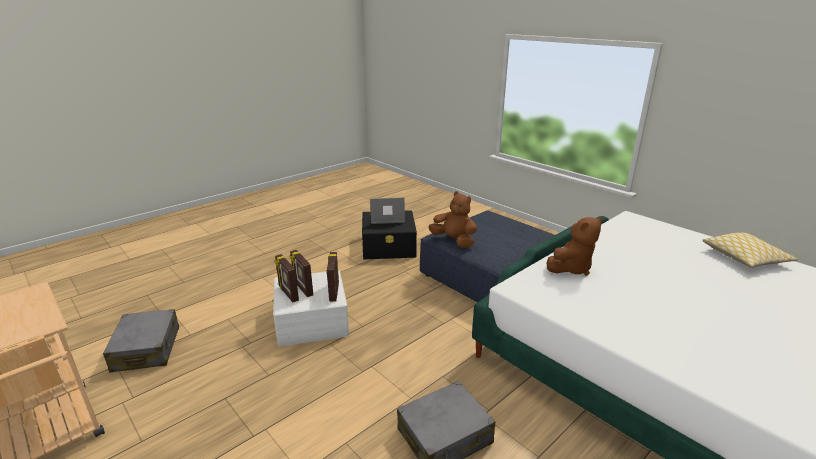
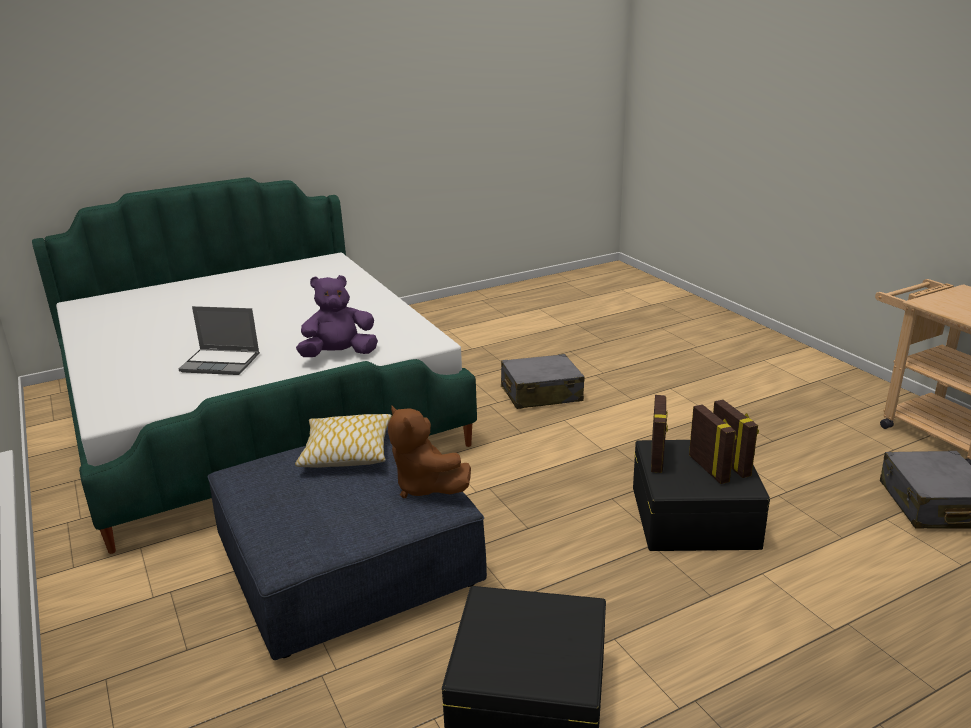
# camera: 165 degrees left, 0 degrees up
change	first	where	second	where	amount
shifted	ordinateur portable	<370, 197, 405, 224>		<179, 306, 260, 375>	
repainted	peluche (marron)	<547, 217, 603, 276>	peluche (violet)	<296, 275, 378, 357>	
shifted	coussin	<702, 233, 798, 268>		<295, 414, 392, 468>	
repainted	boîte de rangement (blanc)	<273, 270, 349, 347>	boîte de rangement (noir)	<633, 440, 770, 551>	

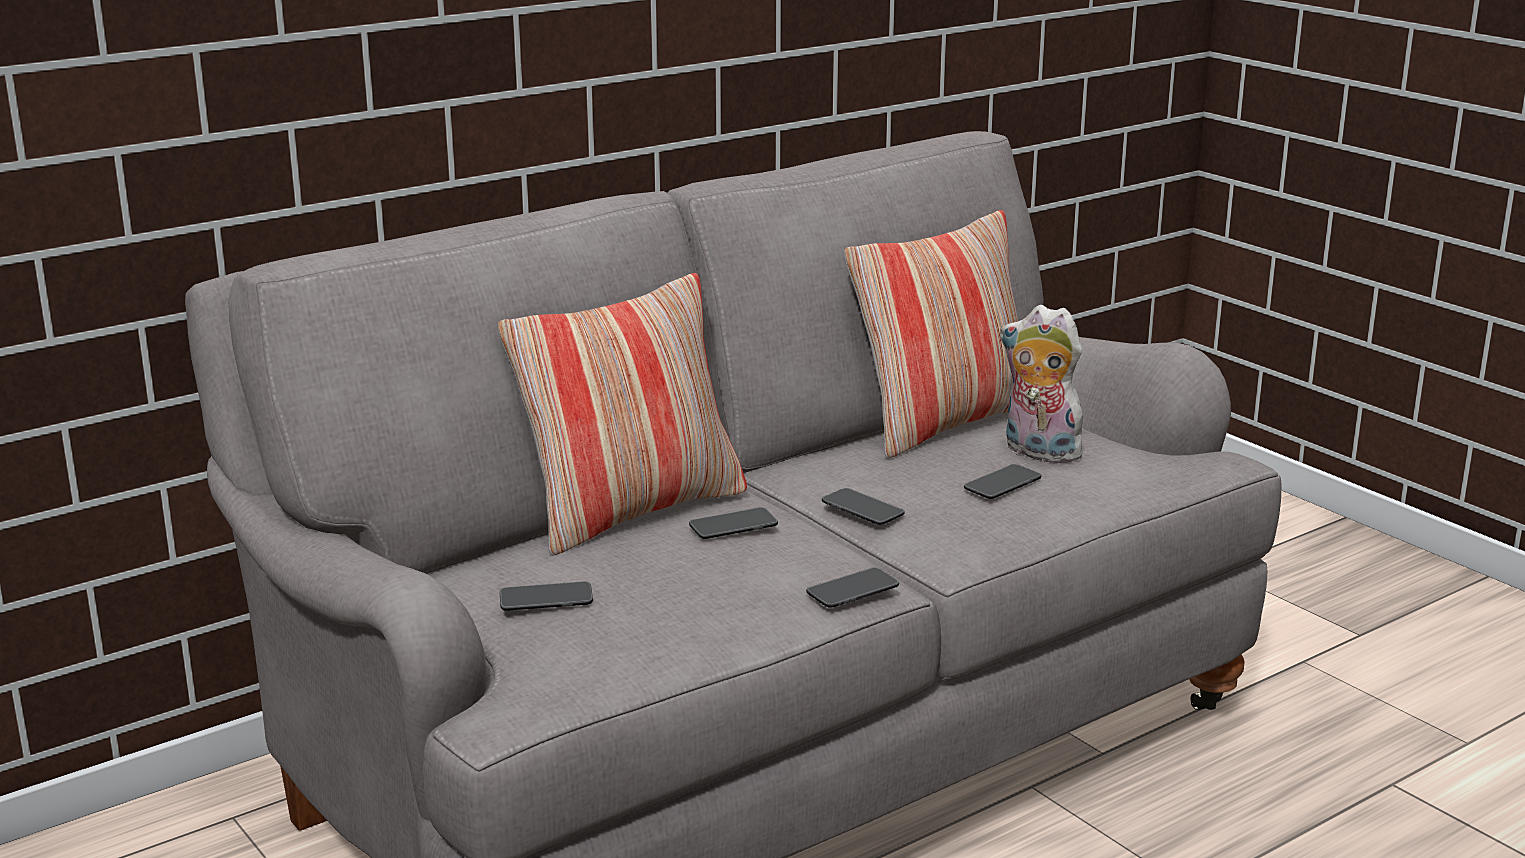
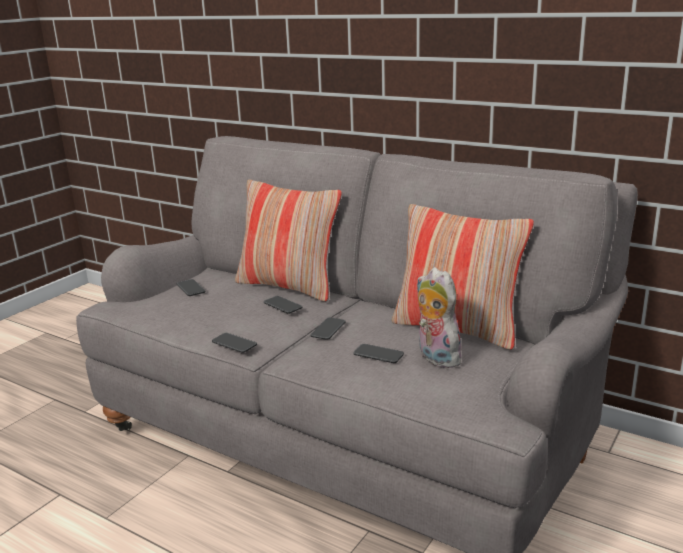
# camera: 70 degrees right, 0 degrees up
change	first	where	second	where	amount
rotated	peluche	<1000, 305, 1089, 463>		<417, 267, 461, 368>	45 degrees counterclockwise

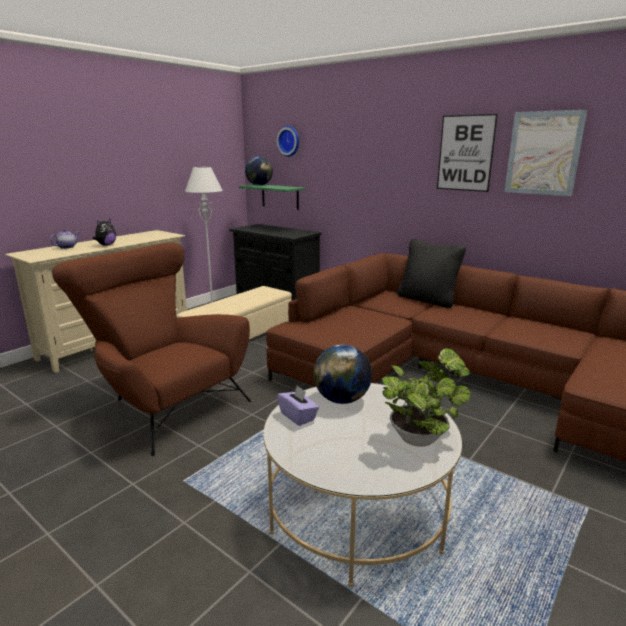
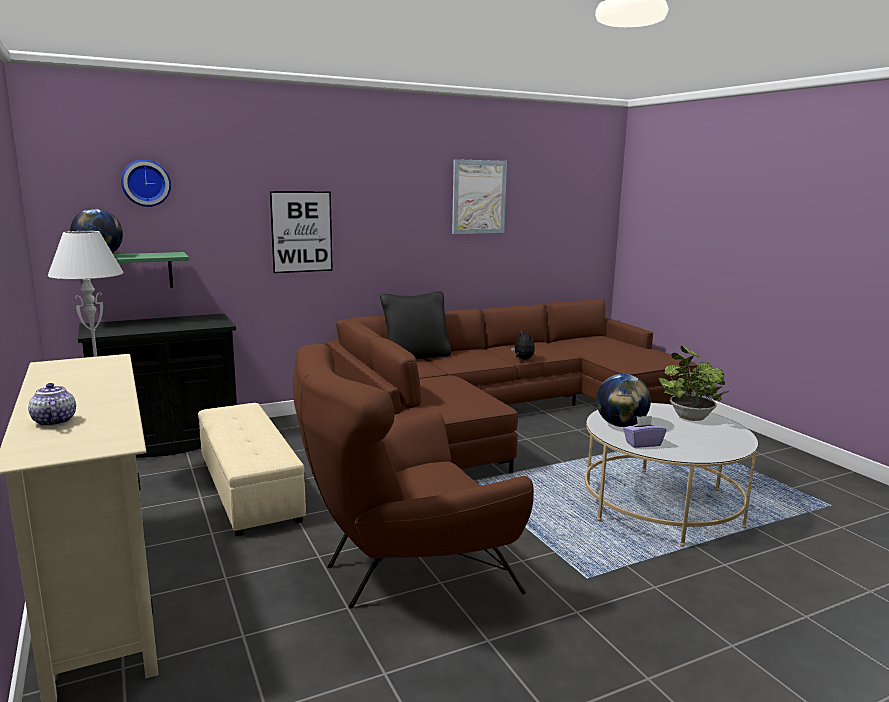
# camera: 65 degrees left, 5 degrees down
change	first	where	second	where	amount
shifted	tableau	<437, 114, 498, 192>		<270, 191, 333, 273>	
shifted	peluche	<93, 218, 116, 246>		<511, 330, 535, 360>	

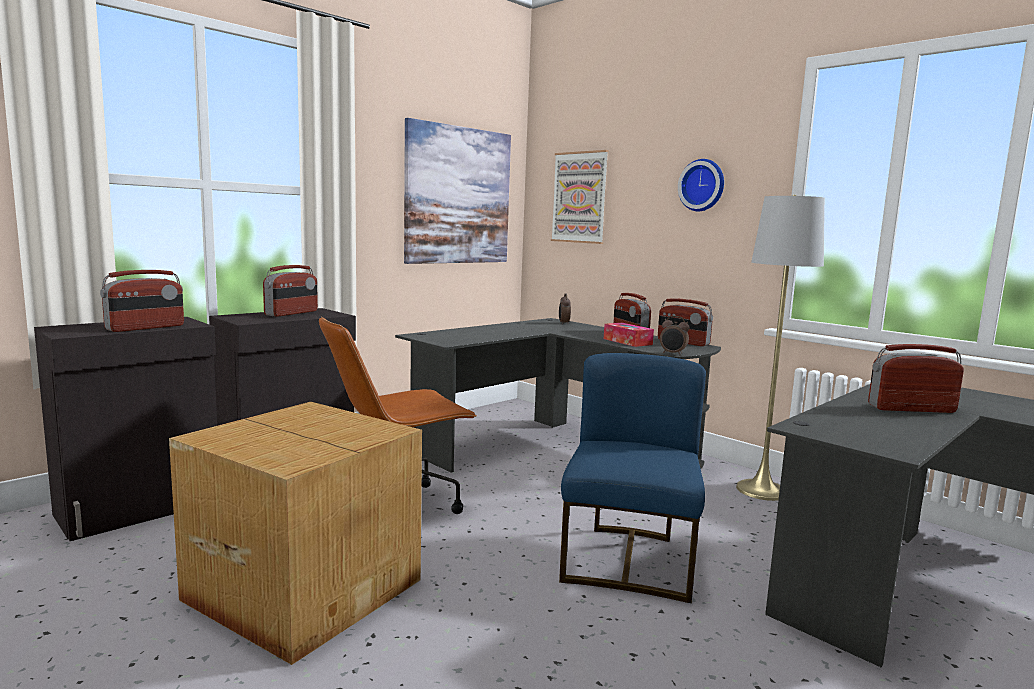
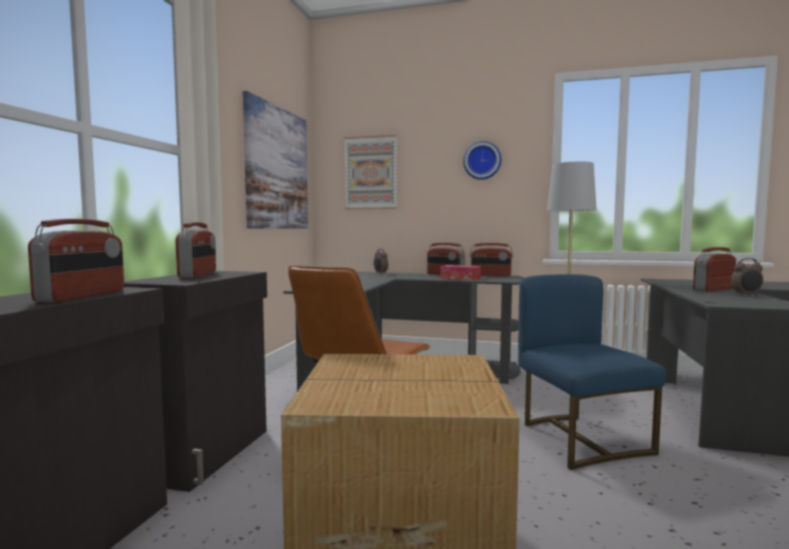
# camera: 30 degrees left, 5 degrees down
change	first	where	second	where	amount
shifted	réveil	<660, 316, 690, 355>		<731, 258, 763, 296>	

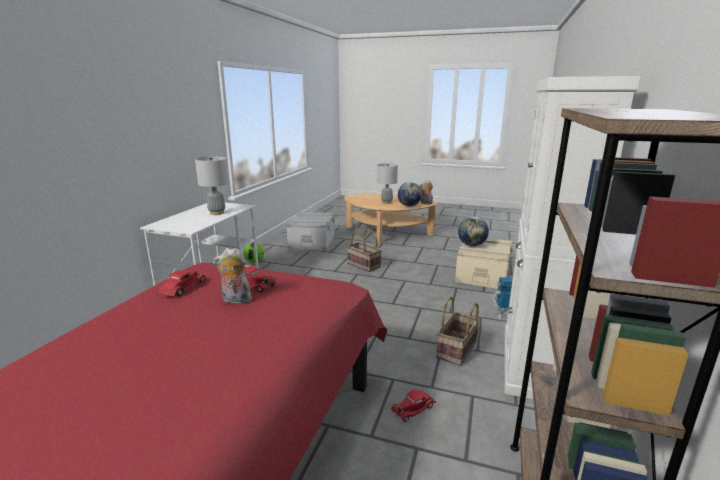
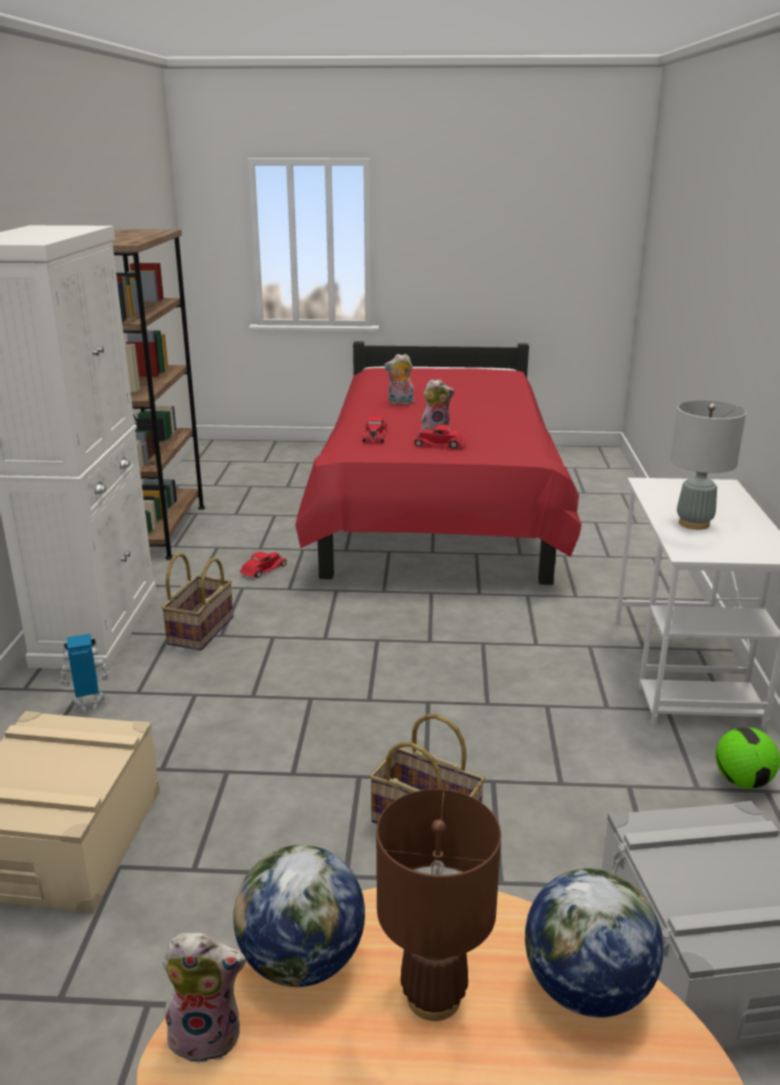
# camera: 165 degrees right, 5 degrees up
change	first	where	second	where	amount
repainted	lampe de table (gris)	<377, 163, 398, 204>	lampe de table (marron)	<376, 789, 501, 1021>	
shifted	globe	<458, 216, 489, 246>		<525, 868, 664, 1017>	
shifted	petite voiture (rouge)	<158, 270, 206, 296>		<362, 416, 387, 442>	
new			peluche	<384, 354, 414, 405>	

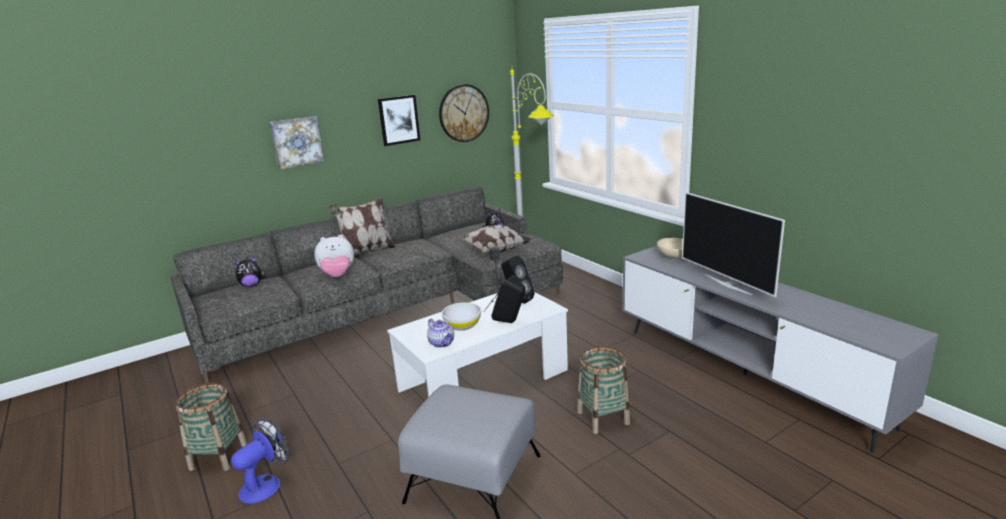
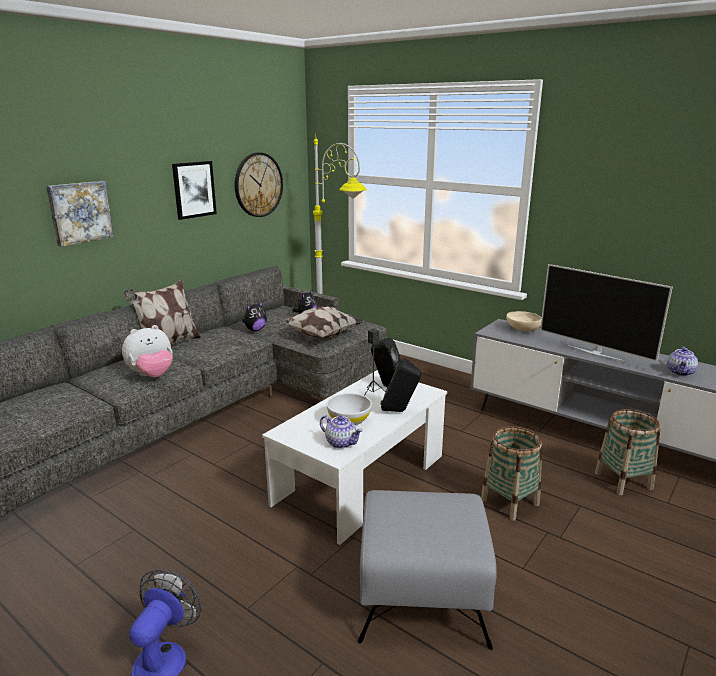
# camera: 20 degrees left, 0 degrees up
change	first	where	second	where	amount
shifted	peluche	<236, 256, 264, 287>		<242, 302, 267, 331>	
shifted	panier	<176, 383, 247, 471>		<595, 409, 660, 495>	
new			théière	<667, 347, 698, 376>	

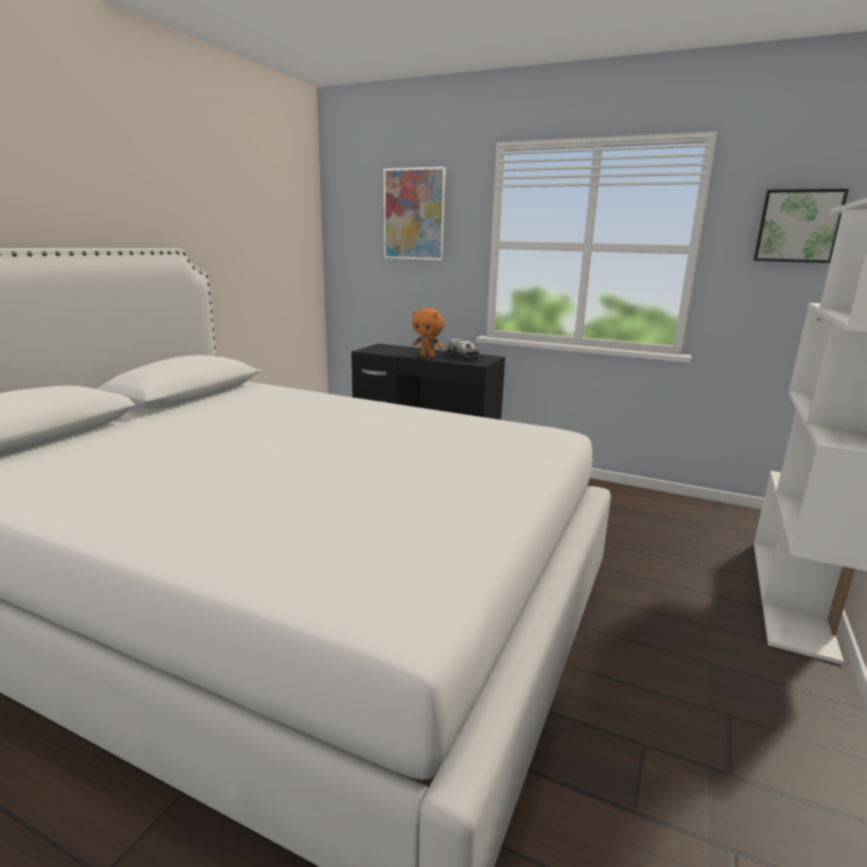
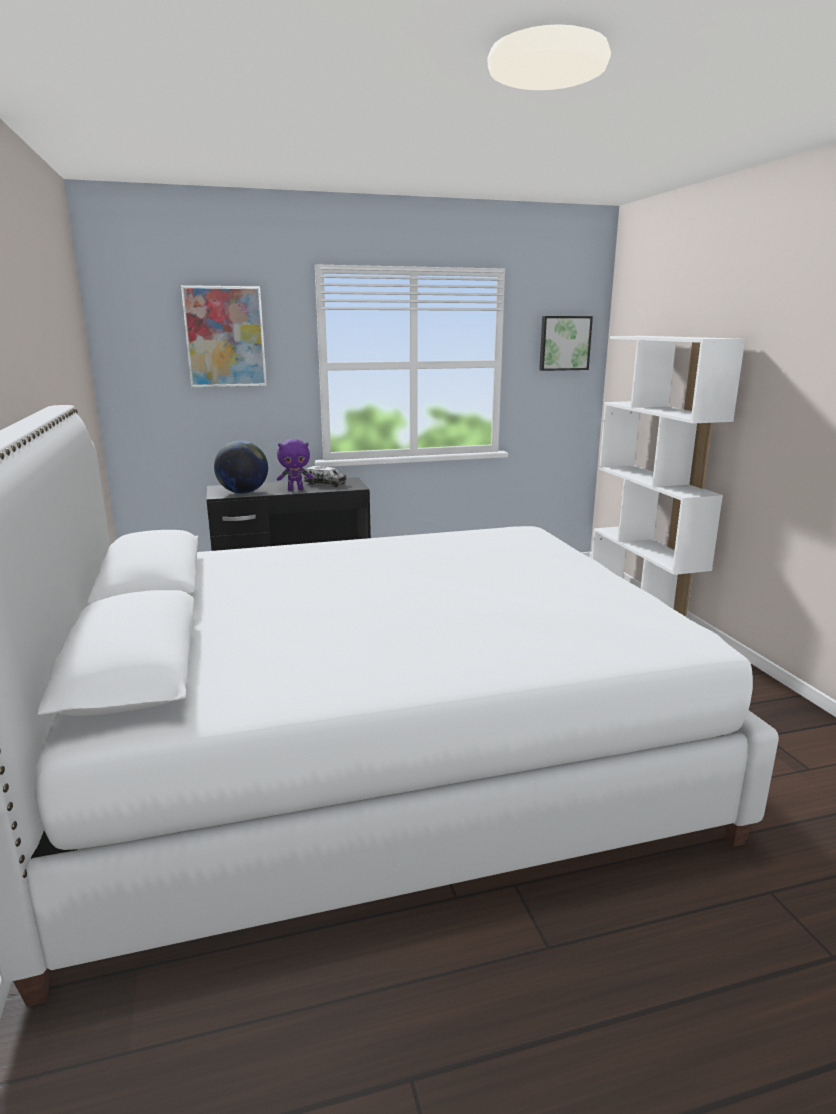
# camera: 40 degrees left, 0 degrees up
change	first	where	second	where	amount
repainted	peluche (orange)	<412, 308, 444, 357>	peluche (violet)	<277, 439, 313, 491>	
new			globe	<214, 441, 268, 494>	

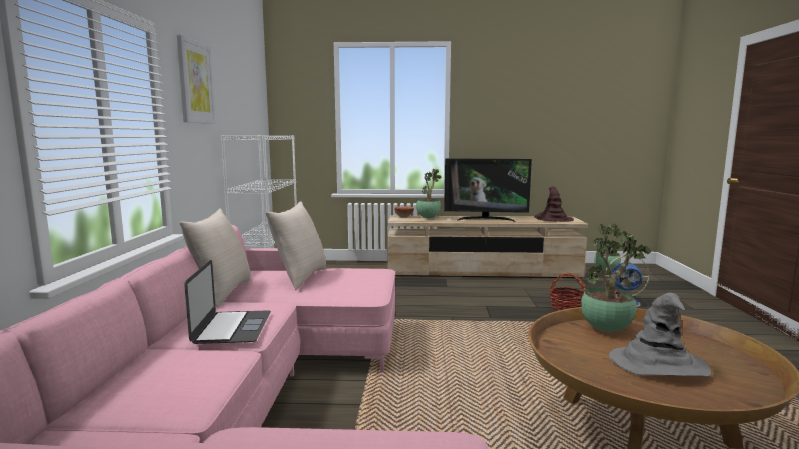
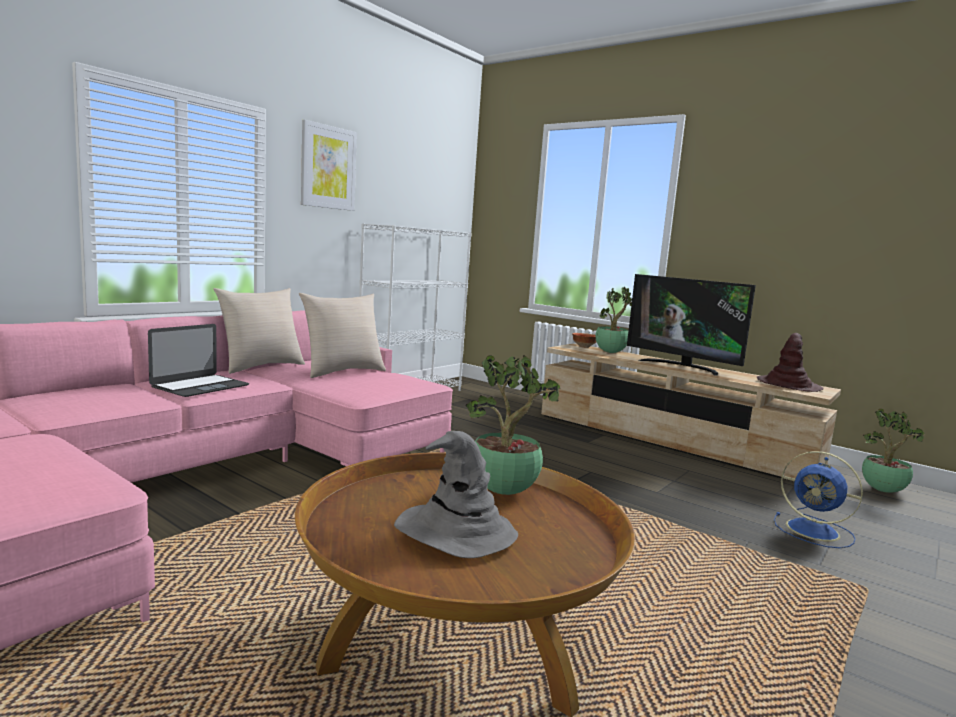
# camera: 35 degrees right, 0 degrees up
change	first	where	second	where	amount
gone	panier	<550, 273, 586, 311>			

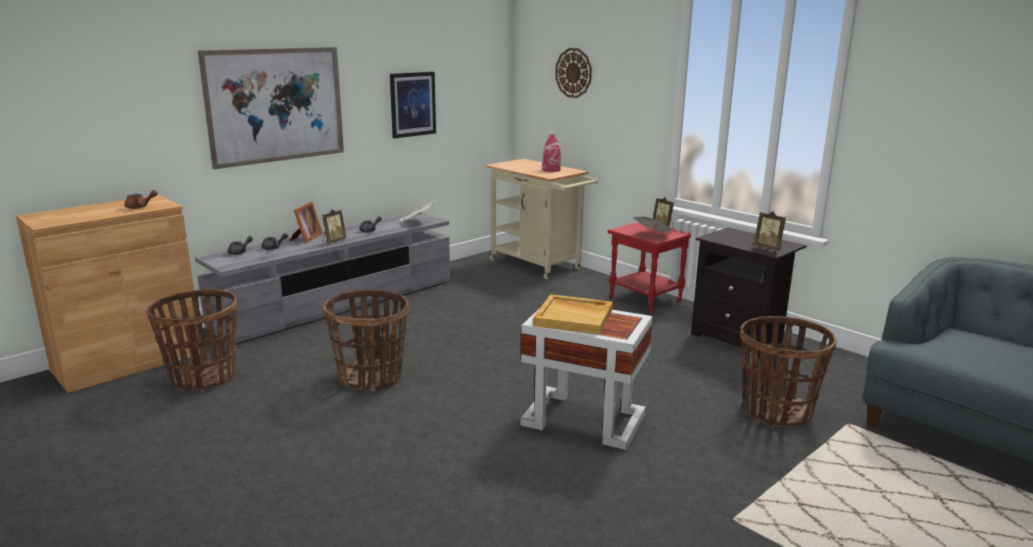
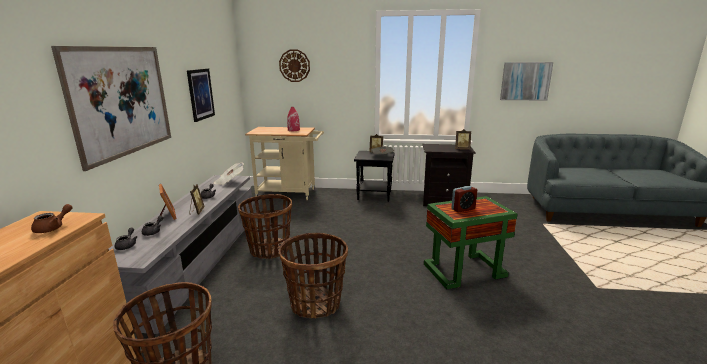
# camera: 40 degrees left, 0 degrees up
change	first	where	second	where	amount
repainted	table d'appoint (rouge)	<608, 222, 691, 313>	table d'appoint (noir)	<354, 151, 395, 202>	
swapped	plateau (beige)	<533, 294, 613, 335>	réveil	<451, 186, 477, 212>	
repainted	table d'appoint (blanc)	<520, 307, 653, 450>	table d'appoint (vert)	<424, 196, 518, 289>	
shifted	panier	<740, 316, 837, 428>		<238, 194, 292, 259>	
new			tableau	<500, 62, 553, 100>	

